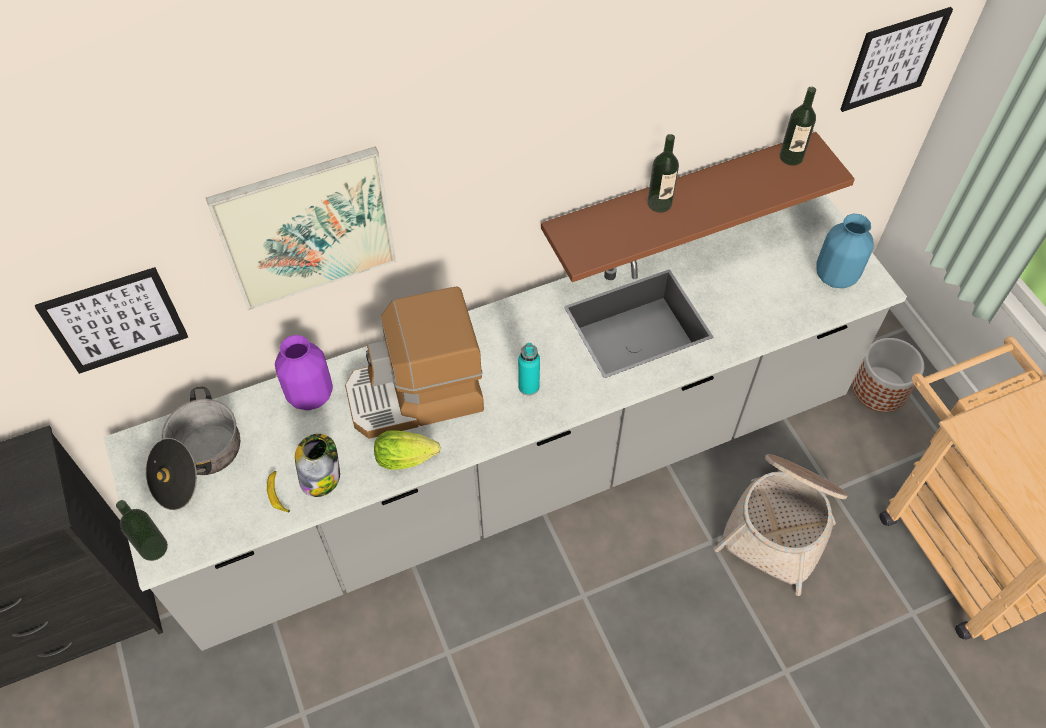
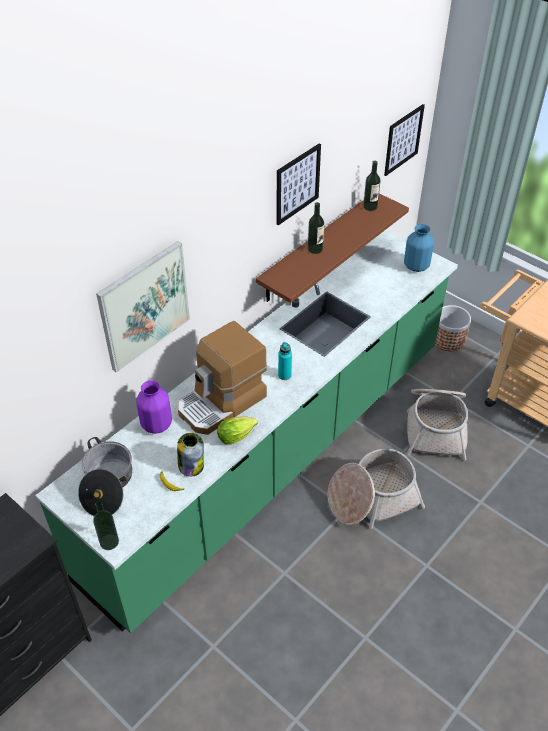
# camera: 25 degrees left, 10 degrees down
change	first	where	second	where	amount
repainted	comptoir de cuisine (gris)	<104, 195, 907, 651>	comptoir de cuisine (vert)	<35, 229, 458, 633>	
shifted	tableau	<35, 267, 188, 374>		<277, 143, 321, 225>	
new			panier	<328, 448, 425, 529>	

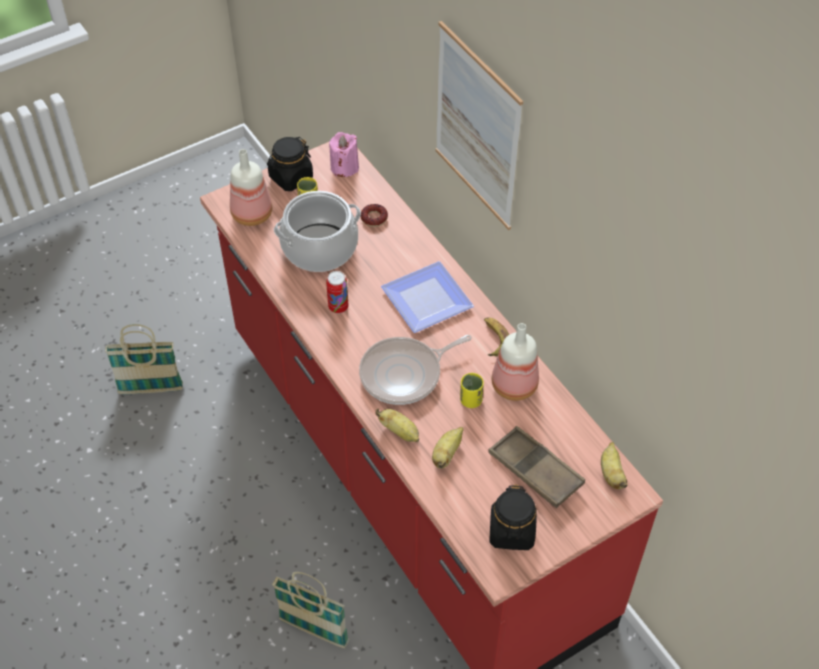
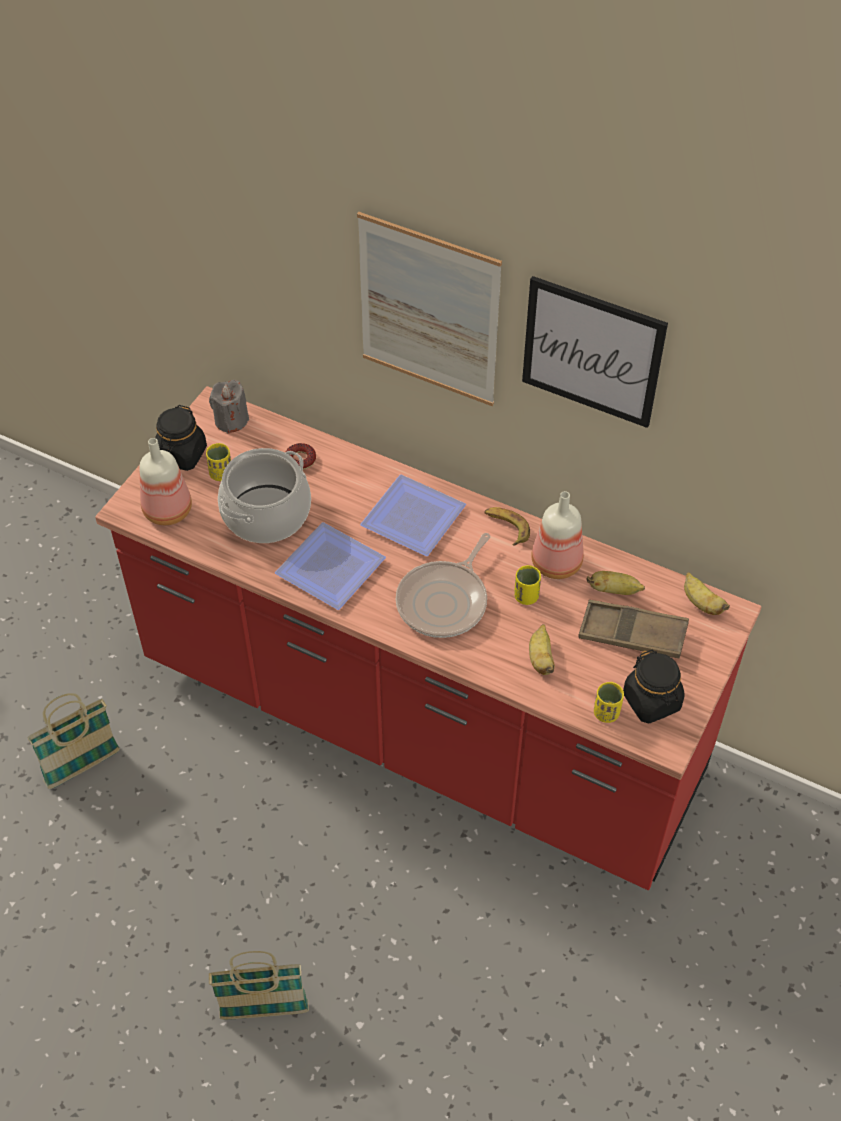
# camera: 30 degrees left, 0 degrees up
change	first	where	second	where	amount
repainted	bougie (rose)	<329, 132, 359, 177>	bougie (gris)	<209, 380, 249, 434>	
swapped	boîte métallique	<326, 271, 348, 314>	assiette	<275, 522, 386, 610>	
shifted	banane	<376, 408, 419, 442>		<587, 571, 645, 595>	
shifted	panier	<272, 572, 349, 648>		<209, 951, 309, 1020>	
new			tableau	<522, 276, 668, 428>	
new			tasse (jaune)	<594, 682, 624, 723>	

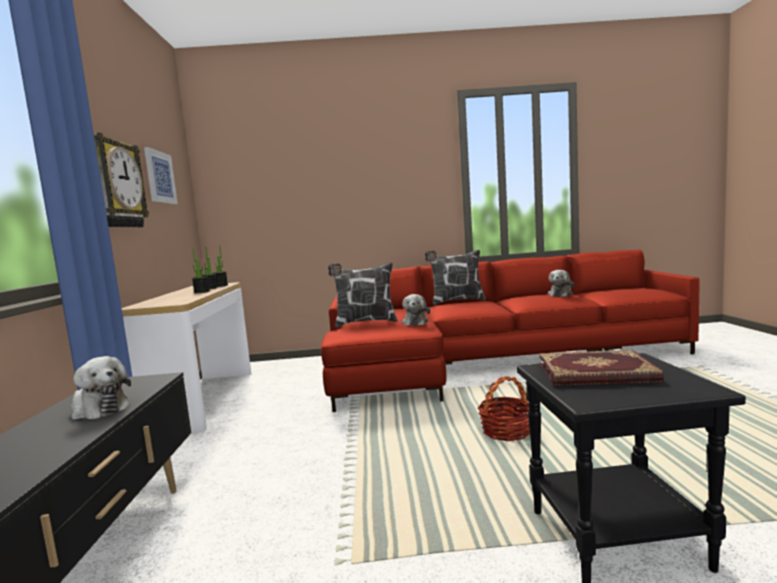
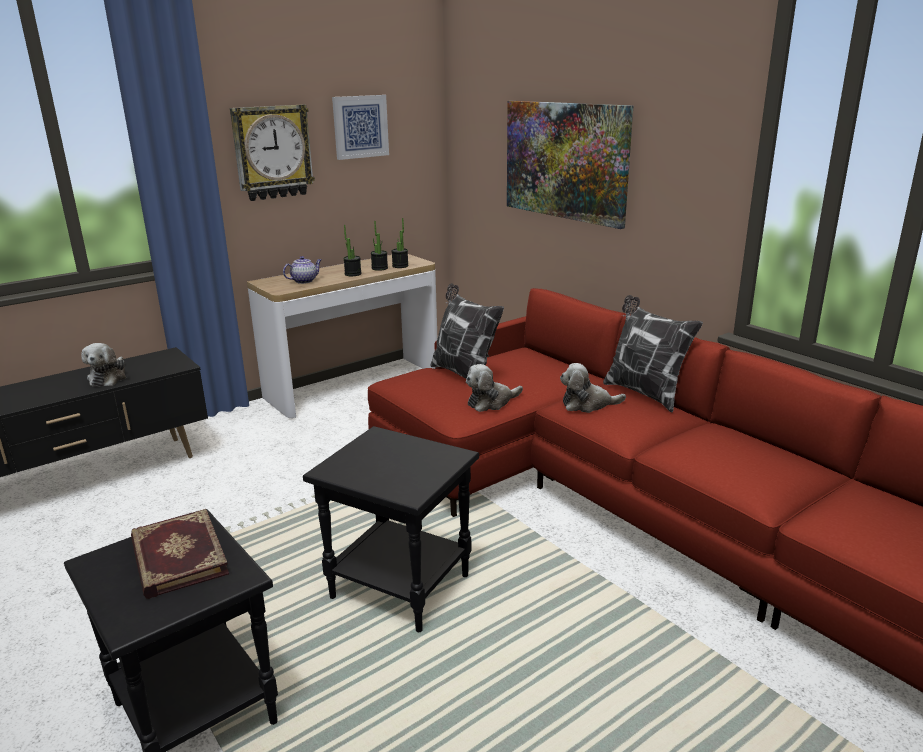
# camera: 55 degrees right, 15 degrees up
change	first	where	second	where	amount
shifted	peluche	<548, 270, 574, 297>		<560, 363, 626, 413>	
swapped	panier	<477, 376, 530, 441>	table d'appoint (noir)	<303, 426, 479, 632>	
new			tableau	<507, 101, 633, 229>	
new			théière	<283, 256, 321, 284>	

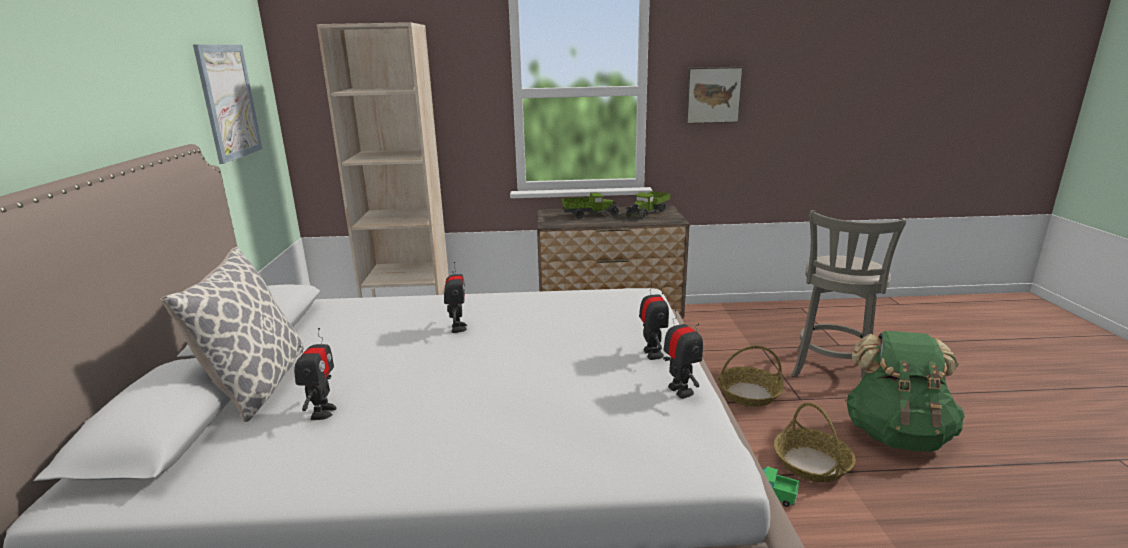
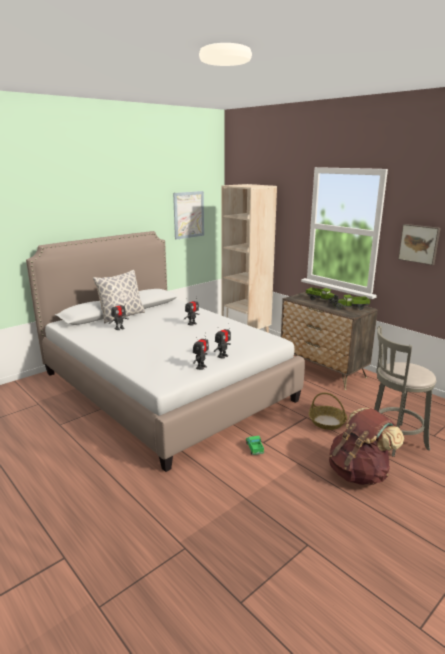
# camera: 50 degrees right, 0 degrees up
change	first	where	second	where	amount
repainted	sac à dos (vert)	<845, 331, 965, 452>	sac à dos (marron)	<329, 408, 404, 485>	
gone	panier	<774, 403, 856, 482>			

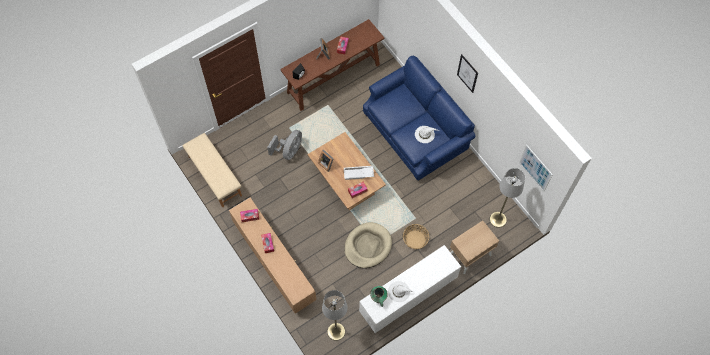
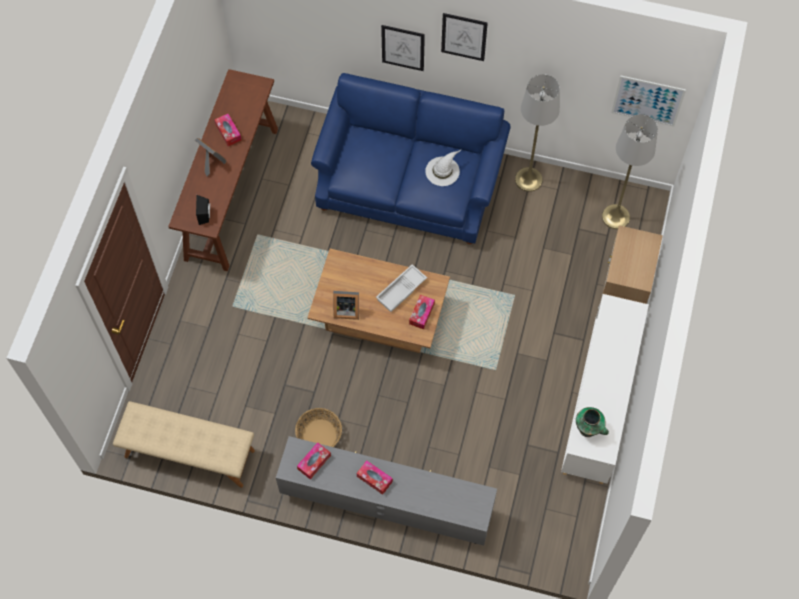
# camera: 40 degrees left, 0 degrees up
change	first	where	second	where	amount
gone	ventilateur (gris)	<267, 130, 302, 160>			
repainted	meuble télé (marron)	<229, 198, 316, 314>	meuble télé (gris)	<276, 436, 497, 545>	
gone	panier pour chien (beige)	<344, 222, 392, 268>			
shifted	panier	<403, 224, 429, 249>		<295, 408, 342, 447>	
gone	chapeau (blanc)	<388, 281, 414, 302>			
shifted	lampadaire (gris)	<322, 290, 347, 341>		<515, 74, 560, 192>	
new			tableau	<381, 25, 425, 71>	

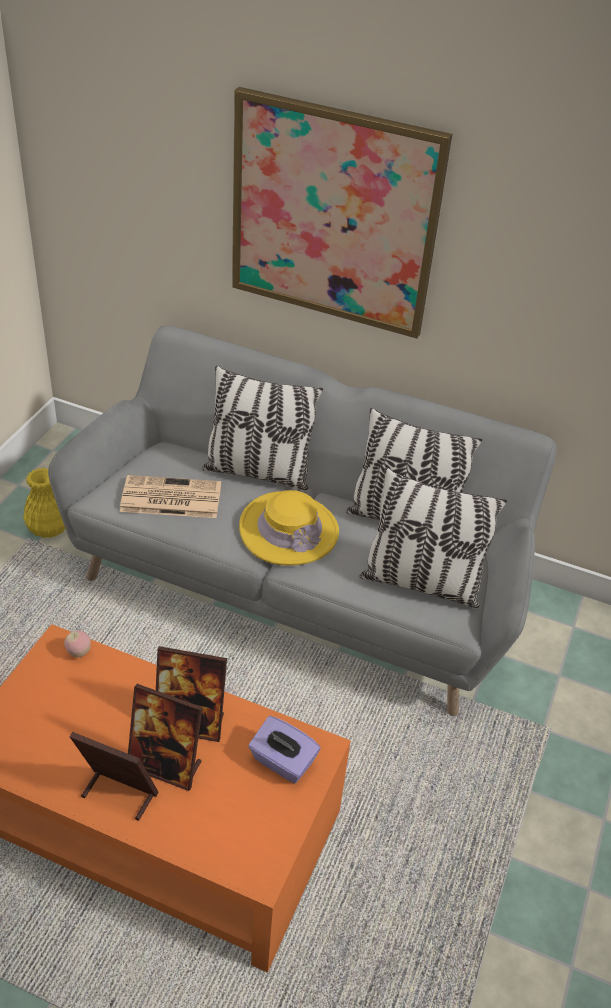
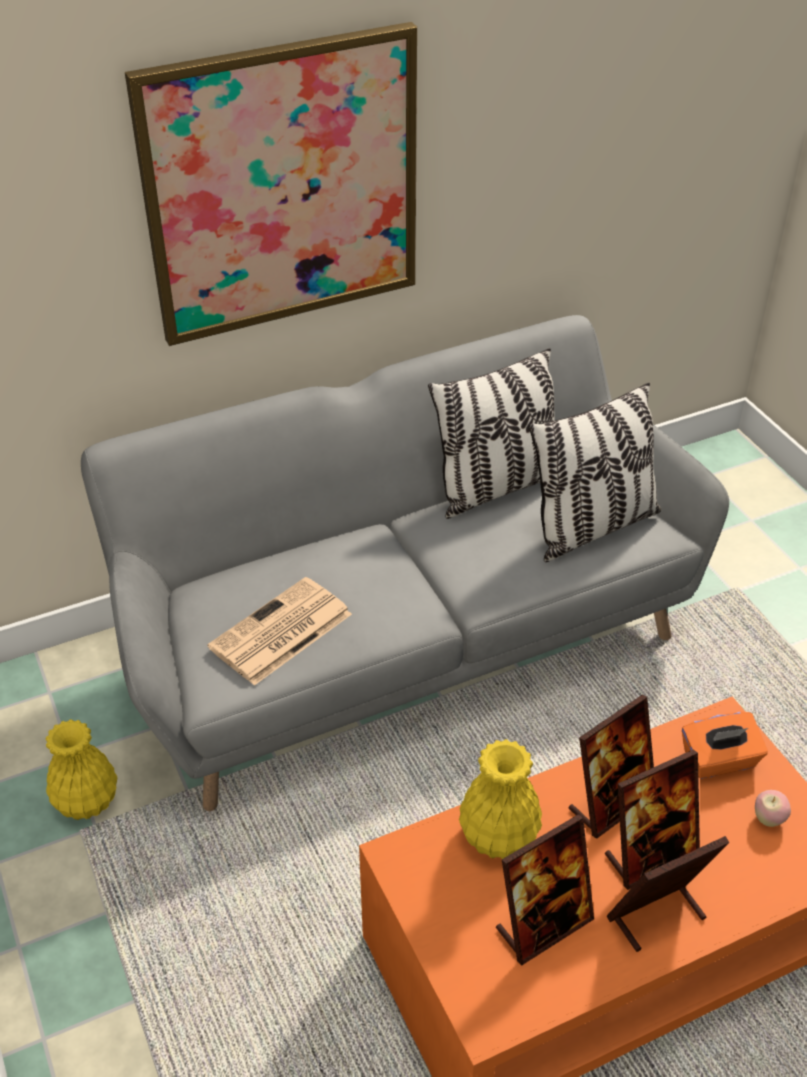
# camera: 45 degrees left, 0 degrees up
change	first	where	second	where	amount
gone	coussin	<202, 366, 323, 490>			
gone	chapeau (jaune)	<239, 490, 339, 566>			
shifted	pomme	<64, 630, 91, 658>		<755, 790, 791, 827>	
repainted	boîte à mouchoirs (violet)	<248, 716, 320, 784>	boîte à mouchoirs (orange)	<682, 712, 768, 779>	
new			vase (jaune)	<459, 739, 542, 859>	
new			cadre photo	<496, 814, 594, 966>	

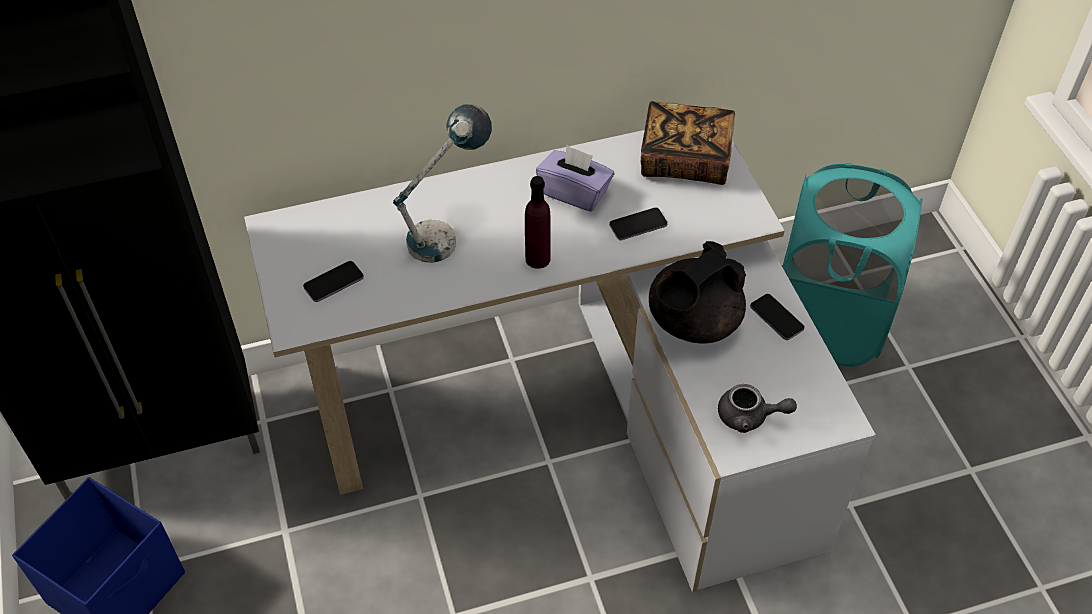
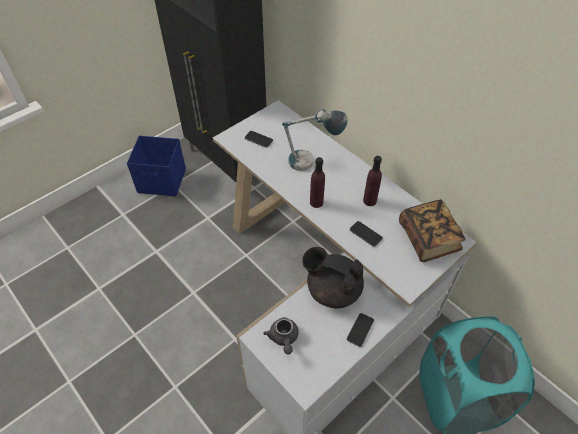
# camera: 65 degrees right, 0 degrees up
change	first	where	second	where	amount
swapped	boîte à mouchoirs (violet)	<536, 145, 614, 212>	bouteille (violet)	<363, 156, 382, 206>	

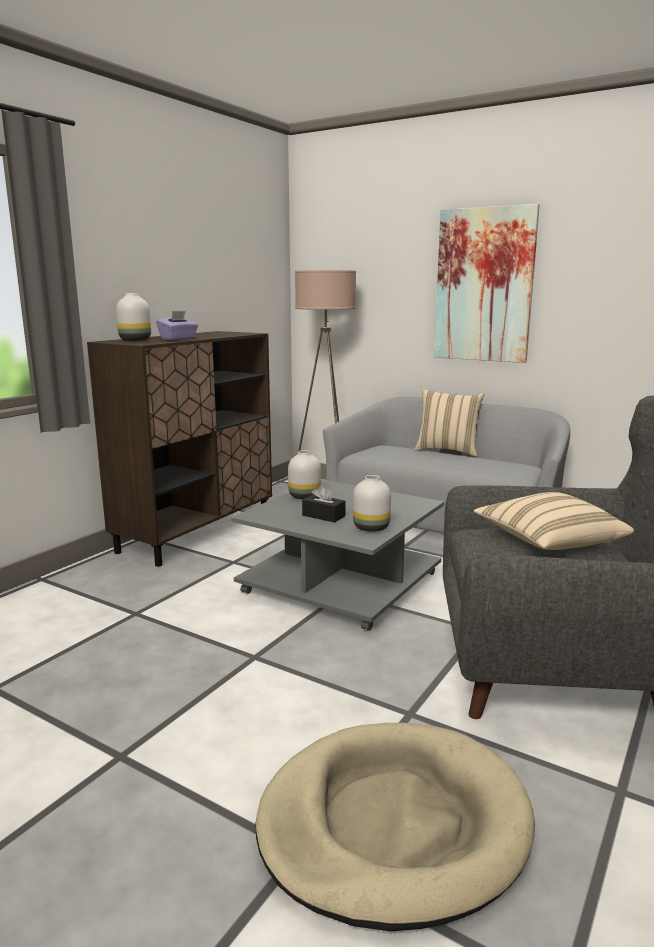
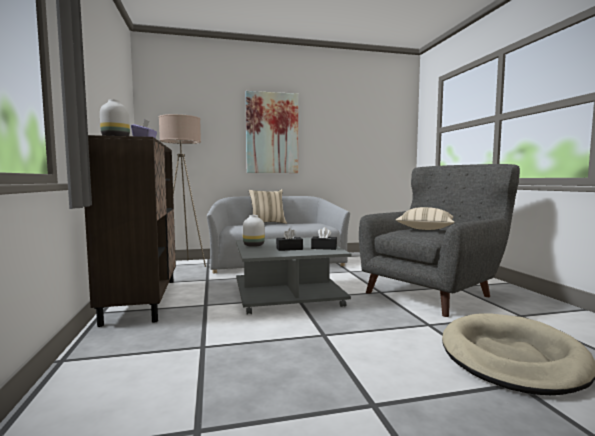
# camera: 45 degrees left, 10 degrees down
change	first	where	second	where	amount
swapped	vase (blanc)	<353, 475, 391, 532>	boîte à mouchoirs (noir)	<311, 227, 337, 250>	

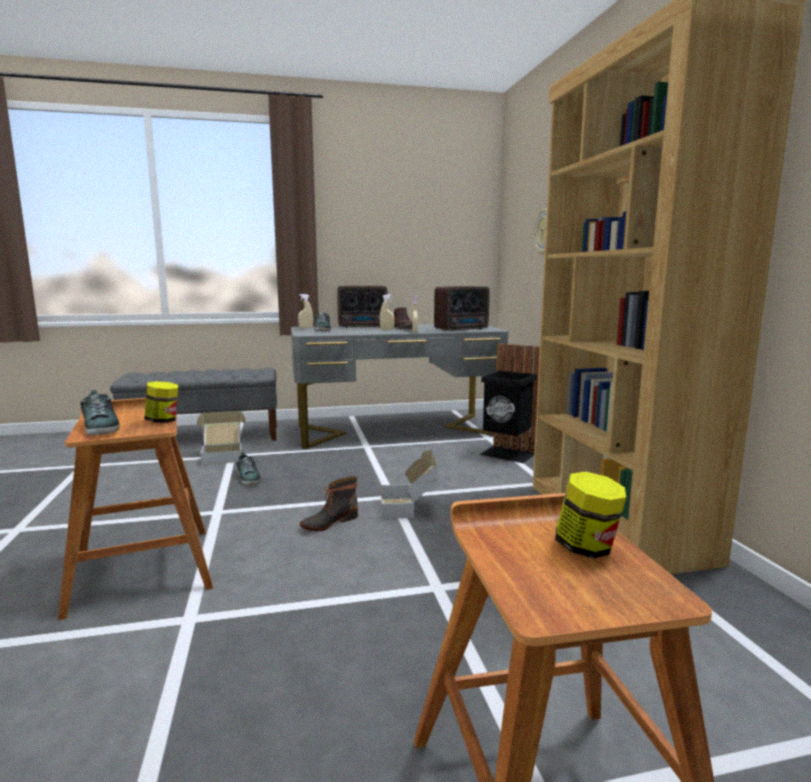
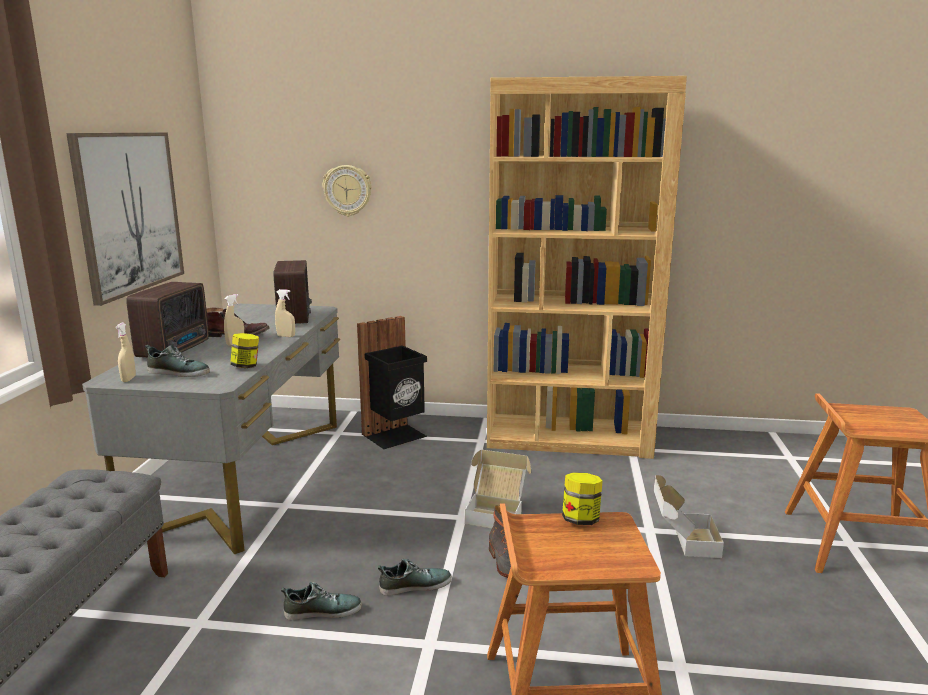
# camera: 70 degrees left, 5 degrees up
change	first	where	second	where	amount
shifted	chaussure	<80, 390, 120, 435>		<378, 559, 452, 596>	
shifted	carton	<197, 411, 245, 465>		<654, 475, 724, 558>	
shifted	bocal	<555, 472, 626, 559>		<230, 333, 259, 368>	
new			tableau	<66, 133, 184, 306>	

